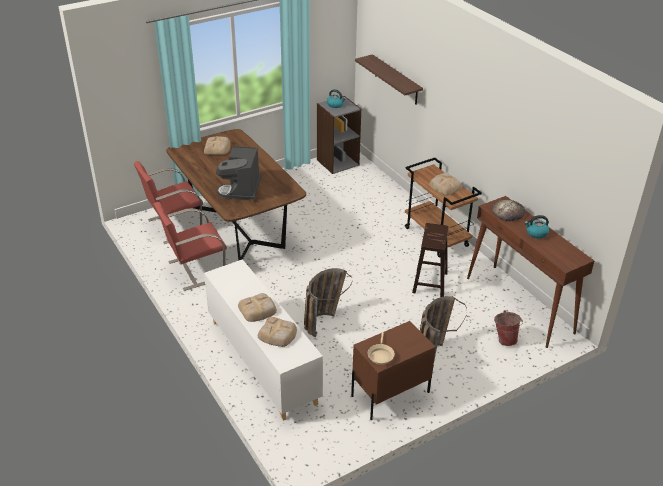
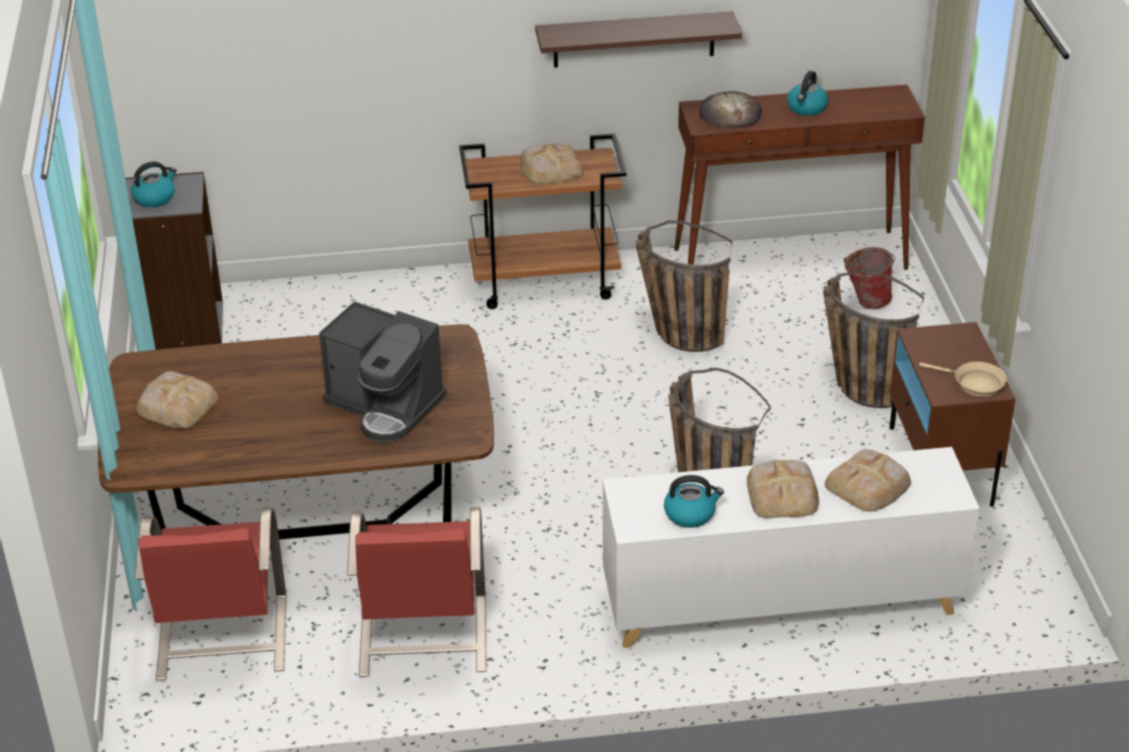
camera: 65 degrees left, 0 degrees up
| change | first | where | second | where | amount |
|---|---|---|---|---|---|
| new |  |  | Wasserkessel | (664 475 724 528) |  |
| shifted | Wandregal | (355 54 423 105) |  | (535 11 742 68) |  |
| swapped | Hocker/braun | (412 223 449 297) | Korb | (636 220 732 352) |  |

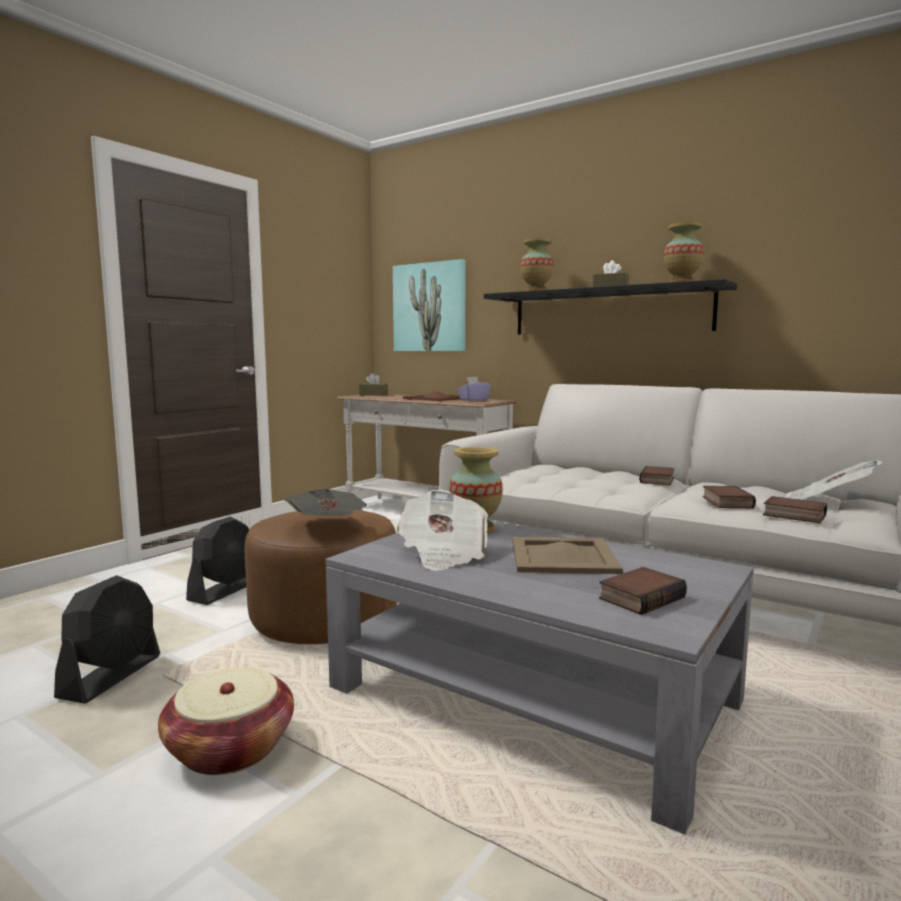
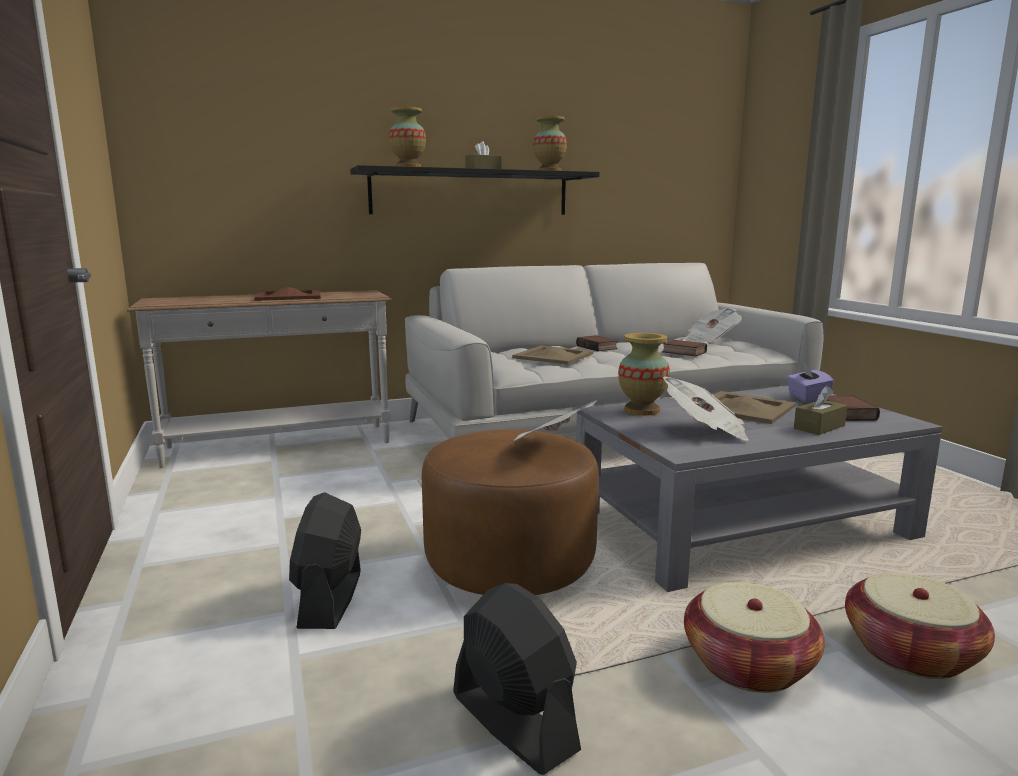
camera: 55 degrees left, 5 degrees up
| change | first | where | second | where | amount |
|---|---|---|---|---|---|
| gone | Bild | (393 259 466 351) |  |  |  |
| gone | Buch | (763 496 827 523) |  |  |  |
| new |  |  | Tablett/beige | (512 346 593 364) |  |
| new |  |  | Korb | (845 573 995 679) |  |
| shifted | Taschentuchbox/braun | (359 373 388 396) |  | (794 386 848 435) |  |
| shifted | Taschentuchbox/lila | (457 377 491 401) |  | (786 363 834 403) |  |
| rotated | Ventilator/schwarz | (186 516 249 605) |  | (289 492 361 629) | 150 degrees counterclockwise |

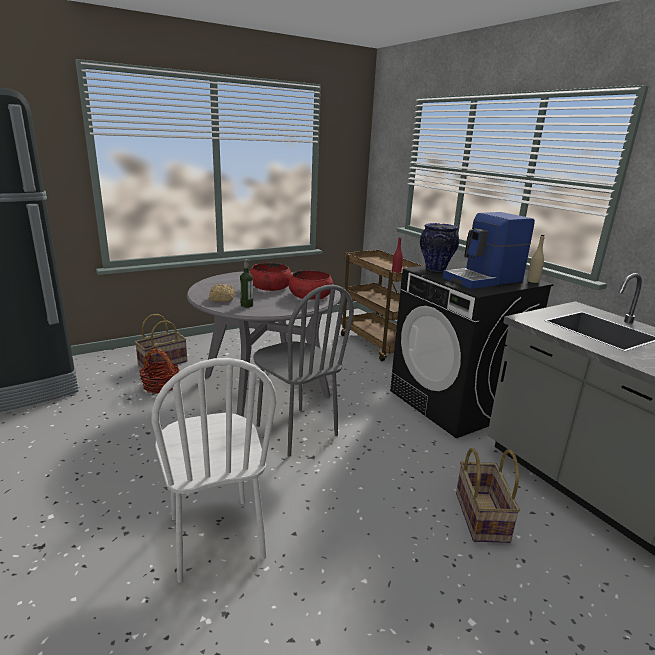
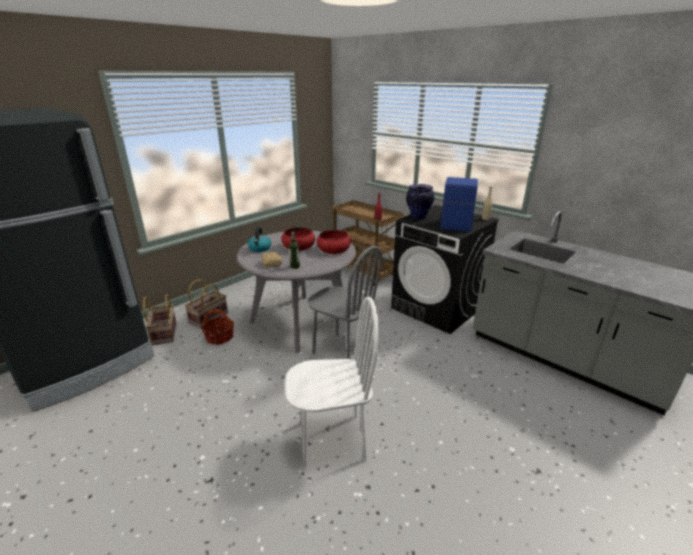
camera: 15 degrees left, 5 degrees up
| change | first | where | second | where | amount |
|---|---|---|---|---|---|
| new |  |  | Wasserkessel | (248 227 271 252) |  |
| shifted | Korb | (456 448 520 543) |  | (143 294 177 345) |  |
| rotated | Stuhl/weiß | (151 358 276 583) |  | (285 297 379 467) | 60 degrees counterclockwise |
| rotated | Kaffeemaschine | (443 212 535 289) |  | (440 177 478 232) | 150 degrees clockwise |

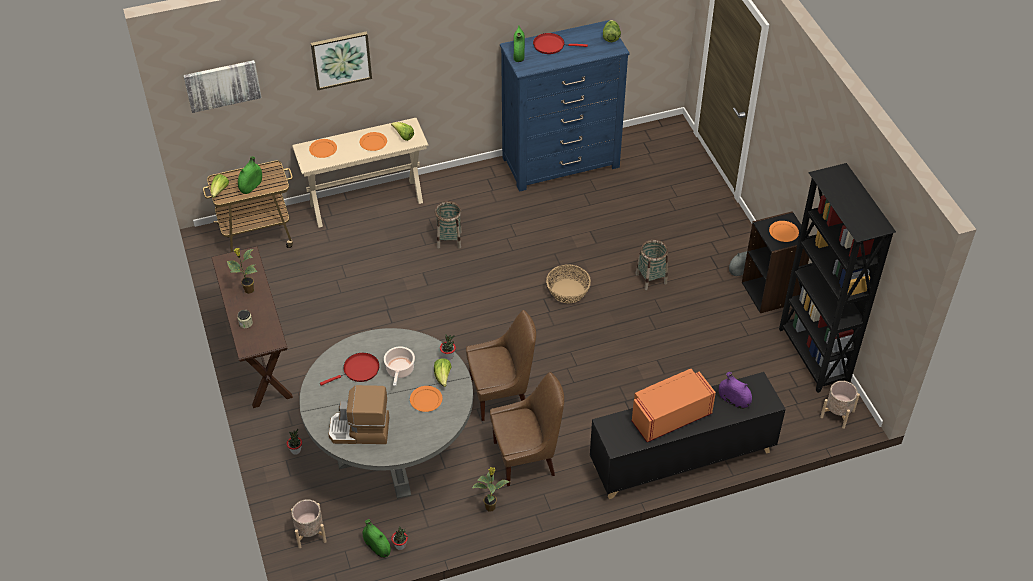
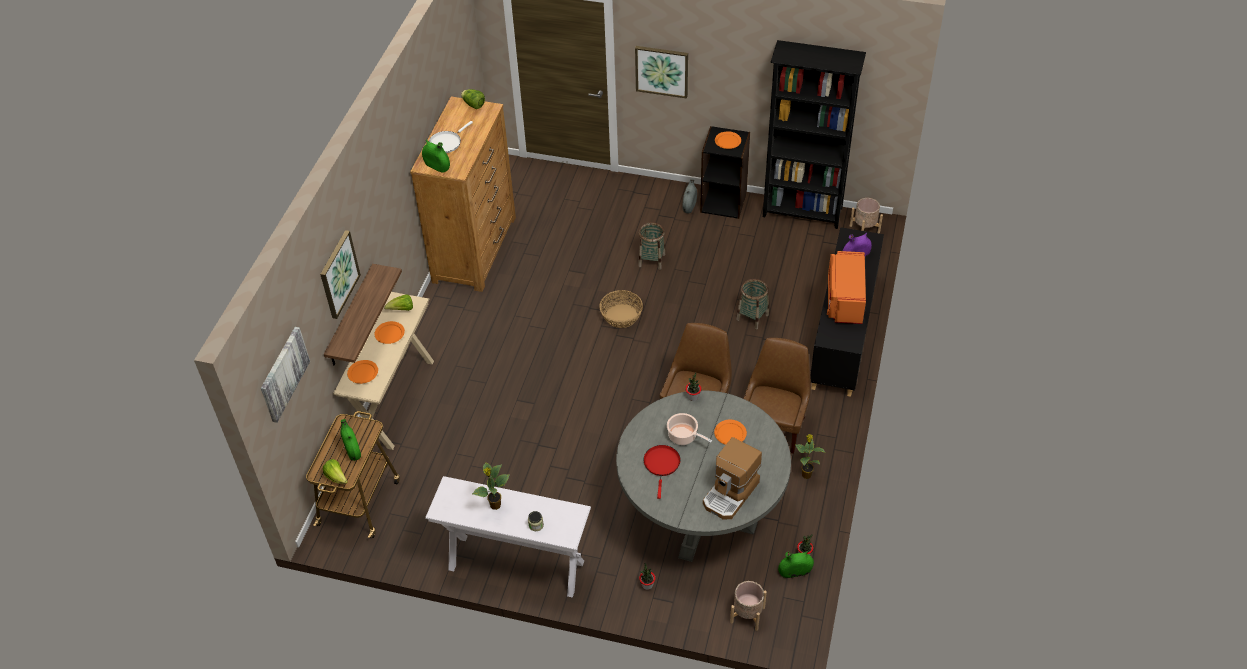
camera: 55 degrees left, 0 degrees up
| change | first | where | second | where | amount |
|---|---|---|---|---|---|
| gone | Salatkopf | (434 358 452 387) |  |  |  |
| new |  |  | Wandregal | (324 264 402 365) |  |
| new |  |  | Bild | (635 46 688 99) |  |
| shifted | Korb | (435 201 462 249) |  | (737 279 769 329) |  |
| repainted | Konsolentisch/braun | (211 246 293 408) | Konsolentisch/weiß | (425 476 591 598) |  |
| repainted | Kommode/blau | (500 20 630 192) | Kommode/braun | (410 97 516 292) |  |
| repainted | Pfanne/rot | (533 33 588 54) | Pfanne/weiß | (429 121 473 153) |  |

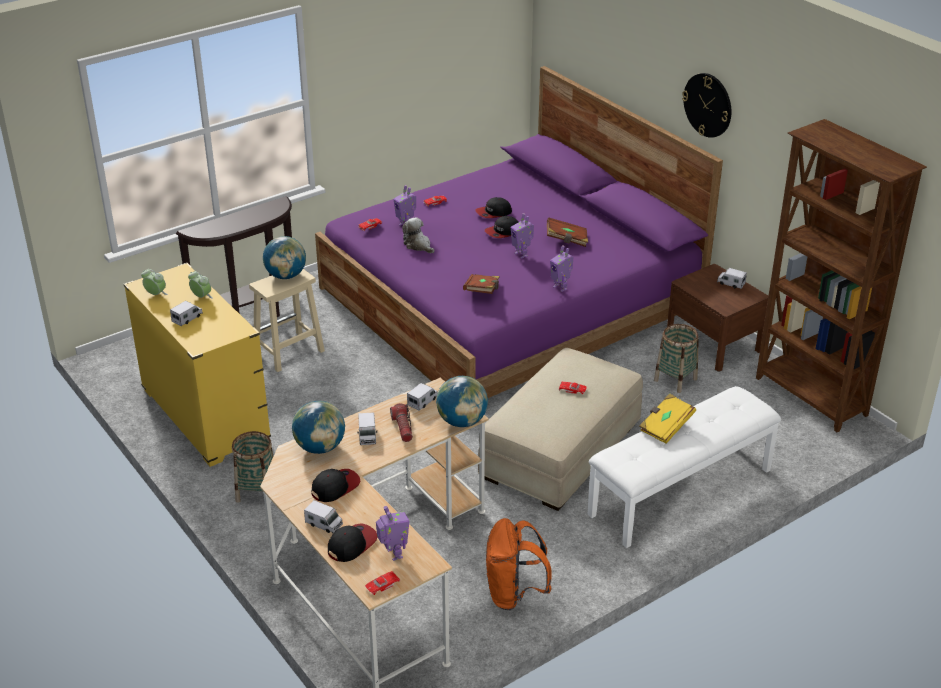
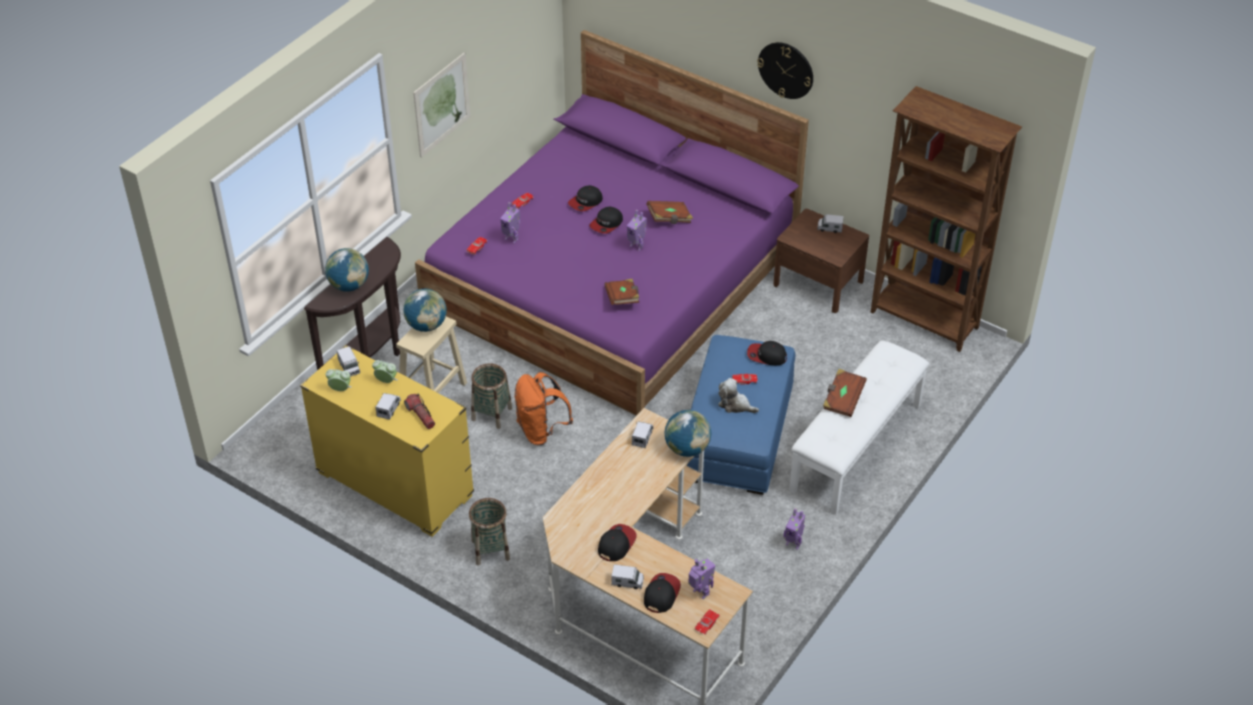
camera: 20 degrees left, 10 degrees up
| change | first | where | second | where | amount |
|---|---|---|---|---|---|
| new |  |  | Bild | (413 53 470 157) |  |
| new |  |  | Kappe | (747 341 787 365) |  |
| shifted | Globus | (292 401 345 454) |  | (325 248 369 292) |  |
| shifted | Spielzeuglaster | (357 412 377 445) |  | (337 346 360 377) |  |
| shifted | Taschenlampe | (390 403 413 442) |  | (404 394 435 429) |  |
| shifted | Plüschtier | (402 218 435 253) |  | (718 378 759 413) |  |
| shifted | Rucksack/orange | (486 518 552 610) |  | (514 372 573 445) |  |
| shifted | Spielzeugroboter | (550 245 573 292) |  | (784 508 805 550) |  |
| shifted | Korb | (654 324 699 393) |  | (471 363 512 429) |  |
| repainted | Polsterhocker/beige | (478 348 643 511) | Polsterhocker/blau | (686 335 795 495) |  |
| repainted | Buch/gelb | (639 393 696 444) | Buch/braun | (823 369 867 417) |  |

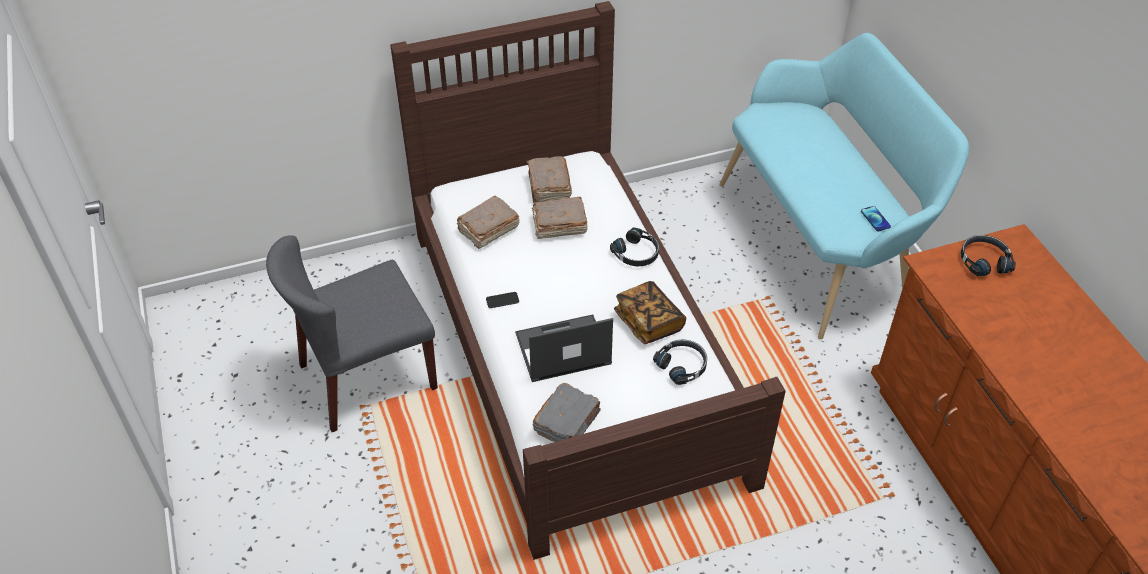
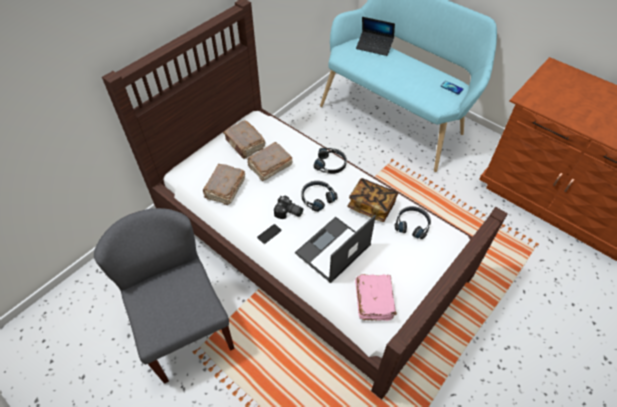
camera: 30 degrees left, 5 degrees up
| change | first | where | second | where | amount |
|---|---|---|---|---|---|
| new |  |  | Kamera | (274 196 303 219) |  |
| new |  |  | Laptop | (356 17 395 56) |  |
| shifted | Kopfhörer/schwarz | (961 235 1016 276) |  | (301 181 338 212) |  |
| repainted | Buch/grau | (533 383 601 442) | Buch/rosa | (355 274 397 321) |  |
| rotated | Stuhl/grau | (266 235 438 432) |  | (94 208 235 384) | 120 degrees clockwise |

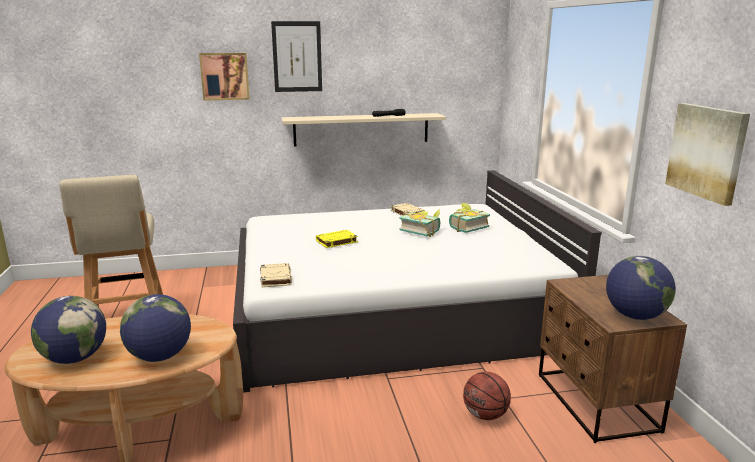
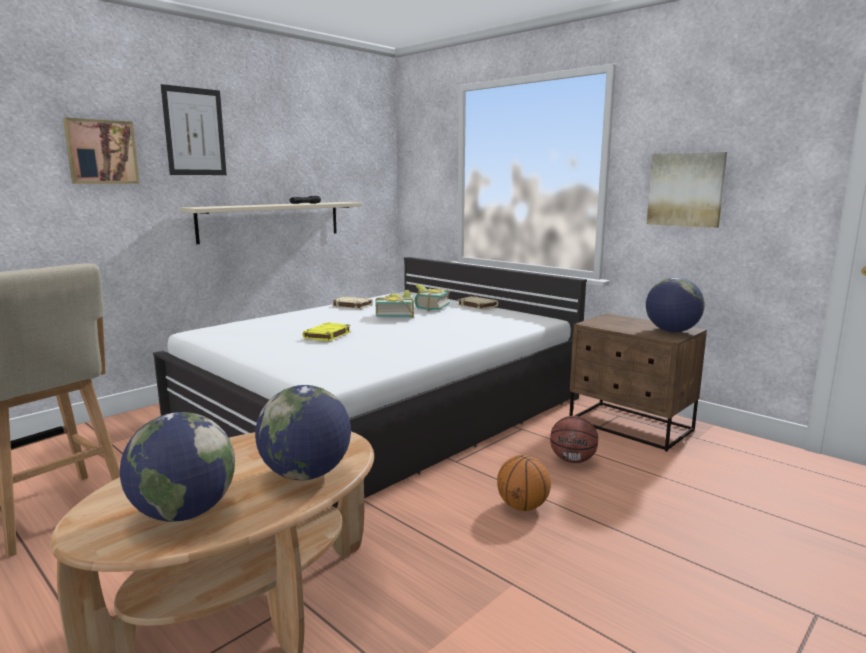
camera: 35 degrees left, 5 degrees down
| change | first | where | second | where | amount |
|---|---|---|---|---|---|
| new |  |  | Basketball | (497 455 551 511) |  |
| shifted | Buch/beige | (260 263 292 287) |  | (458 296 498 310) |  |

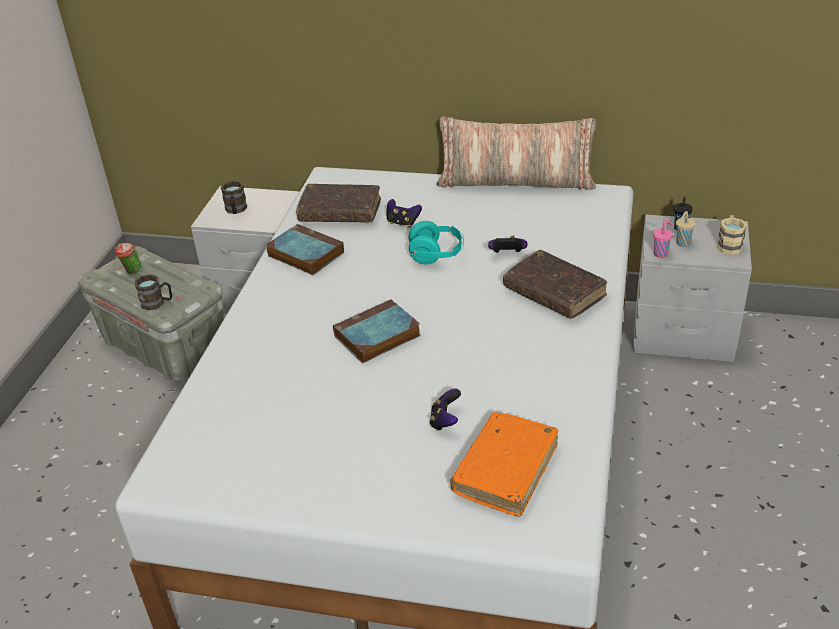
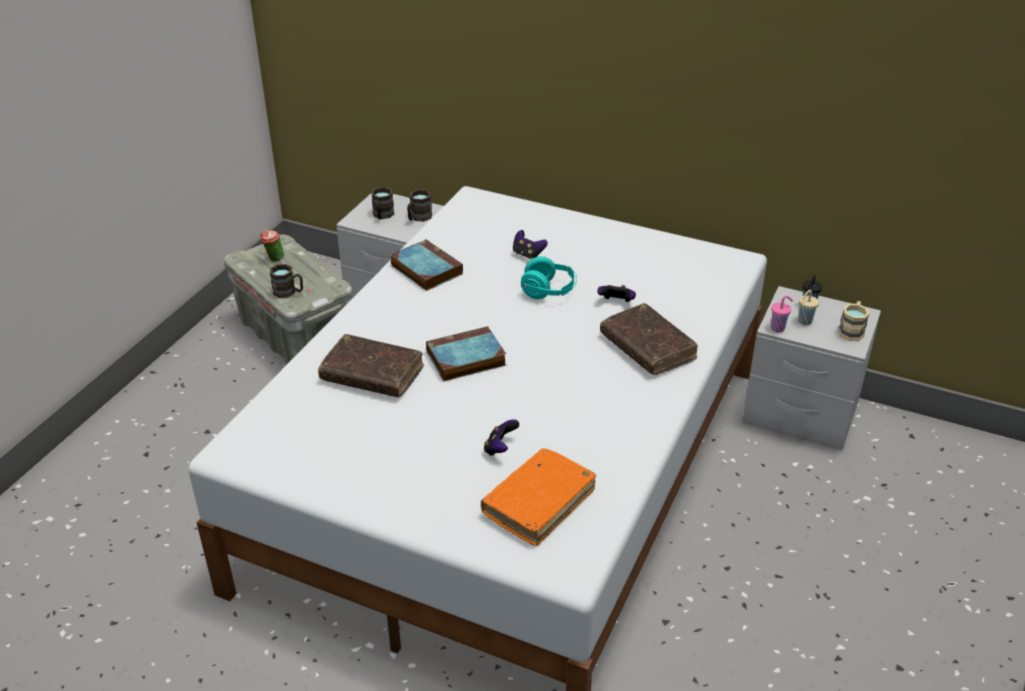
camera: 10 degrees right, 0 degrees up
| change | first | where | second | where | amount |
|---|---|---|---|---|---|
| gone | Kissen | (436 116 596 190) |  |  |  |
| new |  |  | Henkelbecher/braun | (407 189 432 222) |  |
| shifted | Buch/braun | (296 184 381 222) |  | (318 334 424 398) |  |

